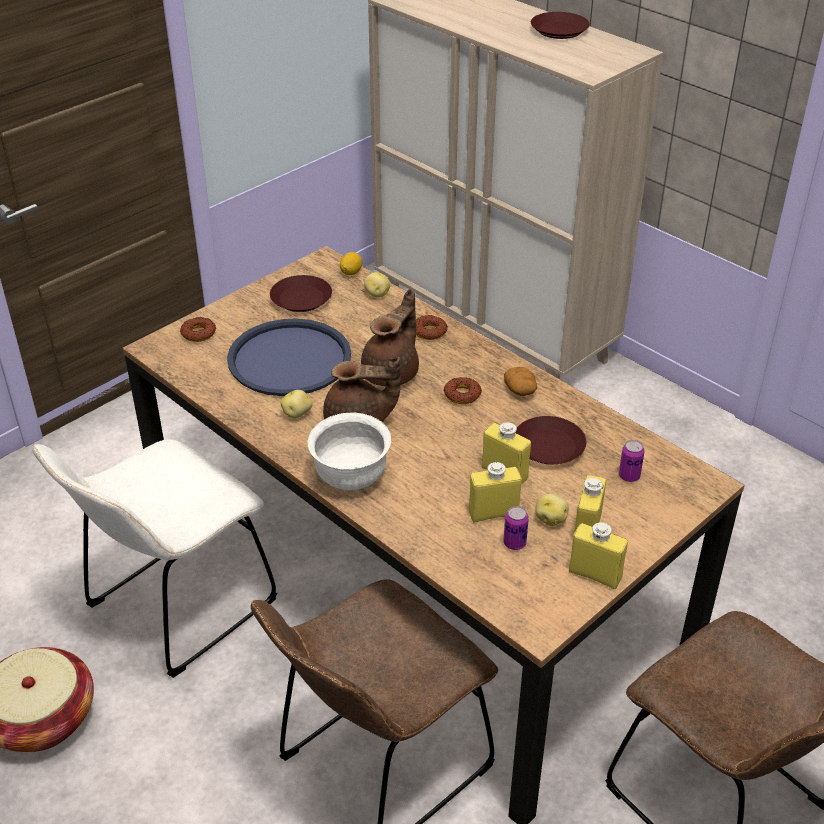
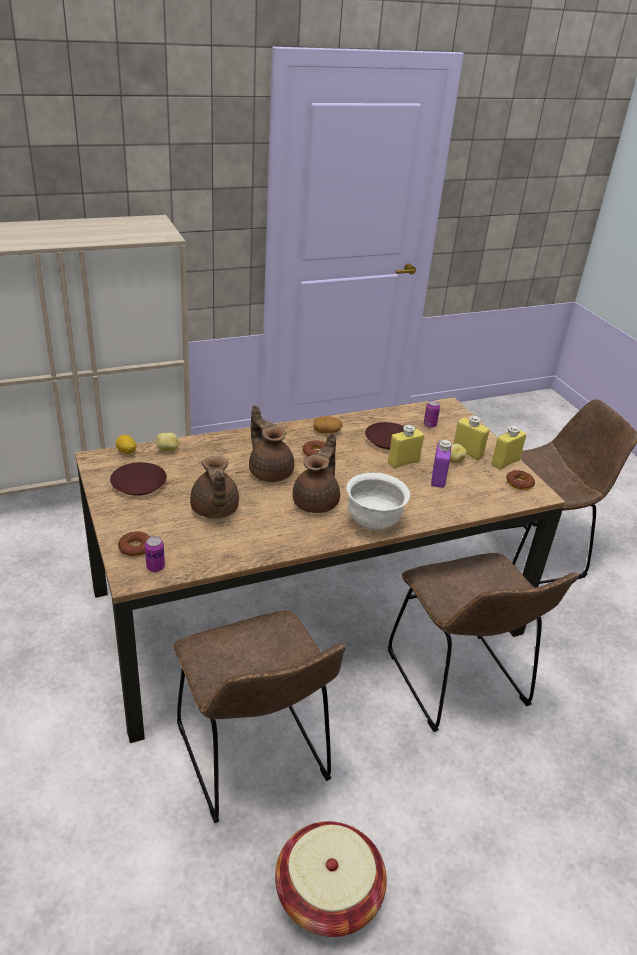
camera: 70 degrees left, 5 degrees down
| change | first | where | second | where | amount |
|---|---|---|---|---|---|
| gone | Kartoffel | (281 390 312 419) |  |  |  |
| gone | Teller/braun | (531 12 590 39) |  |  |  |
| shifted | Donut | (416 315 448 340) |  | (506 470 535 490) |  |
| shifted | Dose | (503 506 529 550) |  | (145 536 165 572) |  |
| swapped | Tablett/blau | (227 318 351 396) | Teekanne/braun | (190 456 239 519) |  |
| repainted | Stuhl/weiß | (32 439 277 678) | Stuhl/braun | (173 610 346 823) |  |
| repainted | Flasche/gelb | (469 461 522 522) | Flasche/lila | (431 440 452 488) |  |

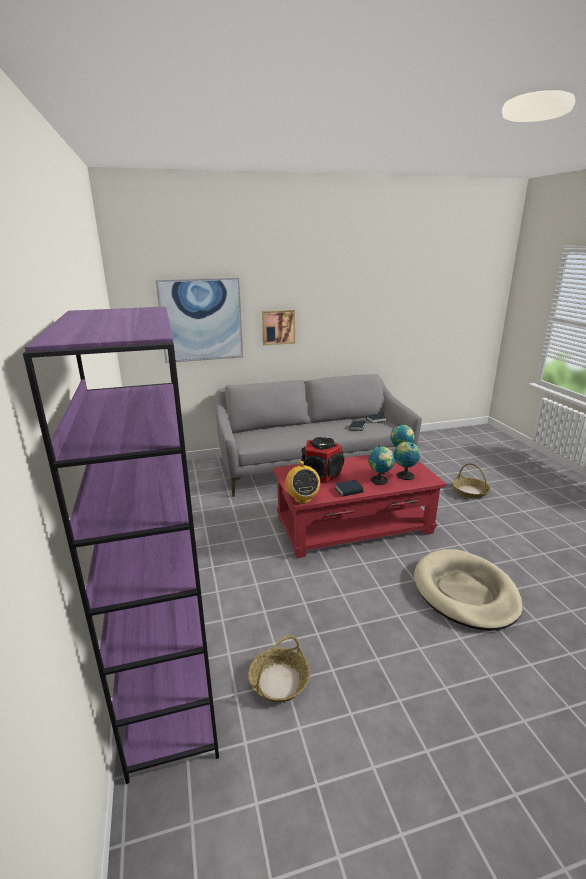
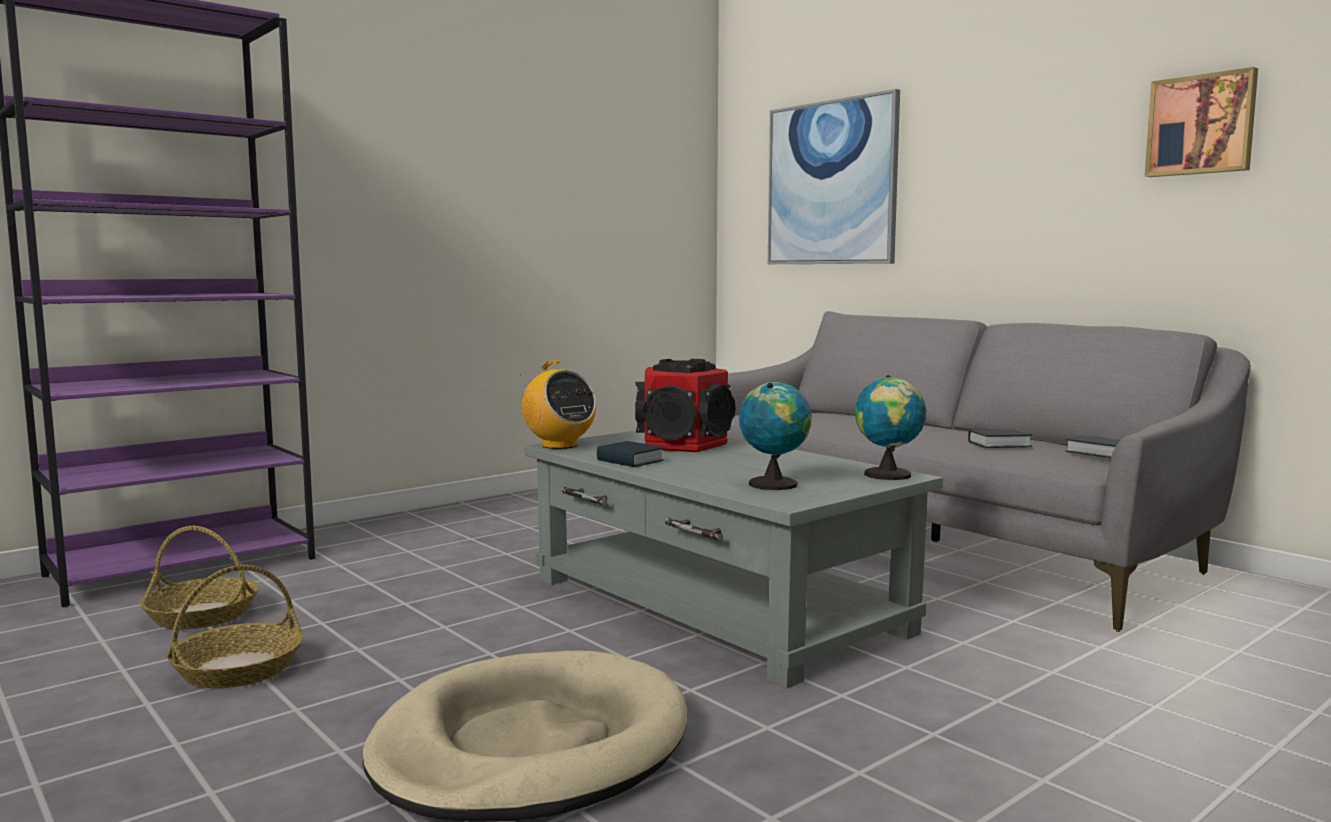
camera: 65 degrees right, 15 degrees down
| change | first | where | second | where | amount |
|---|---|---|---|---|---|
| gone | Globus | (368 445 395 485) |  |  |  |
| shifted | Bild | (262 310 295 345) |  | (1145 67 1258 177) |  |
| shifted | Korb | (453 463 491 499) |  | (167 565 303 688) |  |
| repainted | Couchtisch/rot | (273 452 446 558) | Couchtisch/grau | (524 431 943 688) |  |
| rotated | Radio | (285 461 320 504) |  | (520 360 596 449) | 90 degrees counterclockwise |

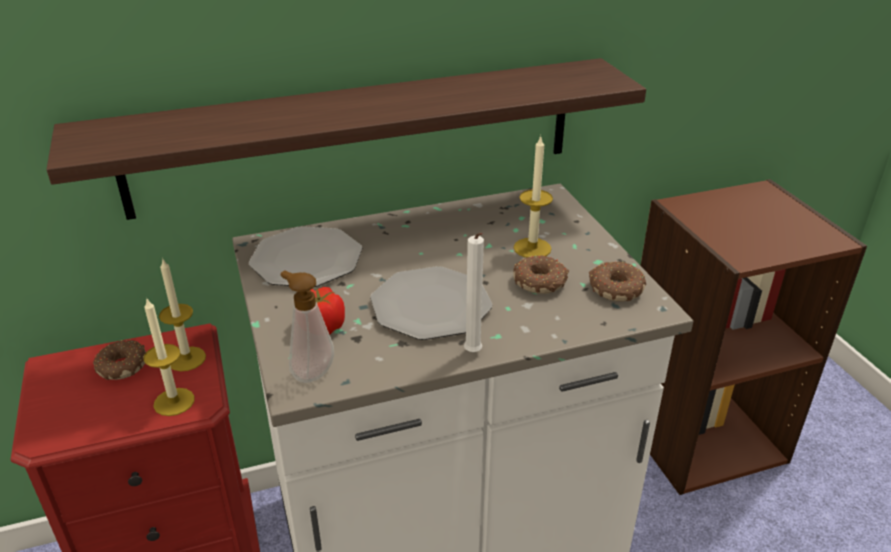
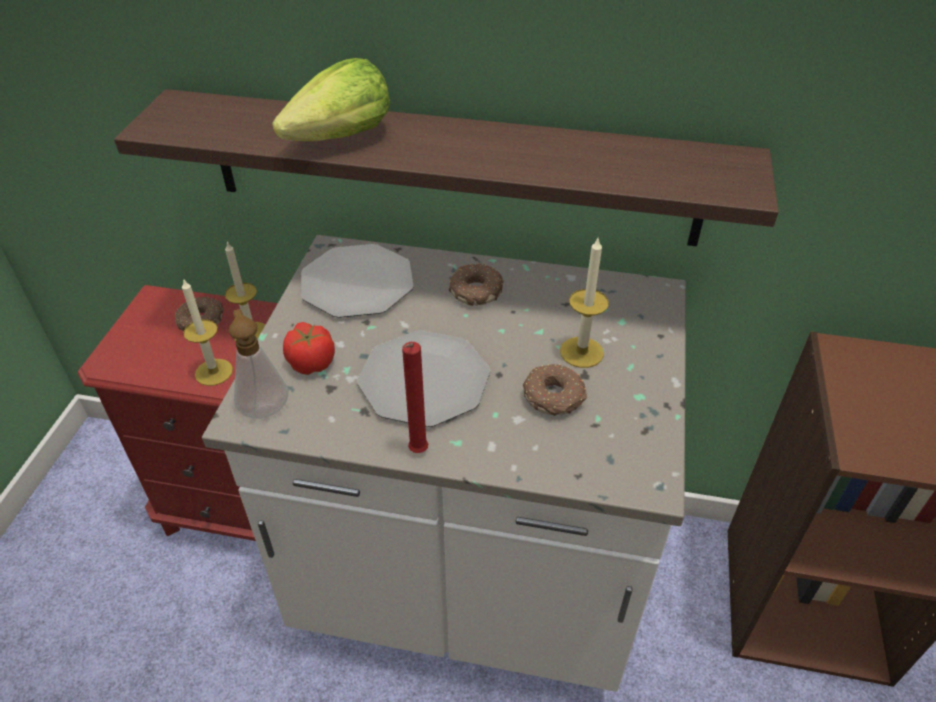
camera: 30 degrees right, 10 degrees up
| change | first | where | second | where | amount |
|---|---|---|---|---|---|
| new |  |  | Salatkopf | (272 58 390 141) |  |
| shifted | Donut | (589 261 646 302) |  | (449 263 504 306) |  |
| repainted | Kerze/weiß | (464 233 484 352) | Kerze/rot | (402 342 428 453) |  |

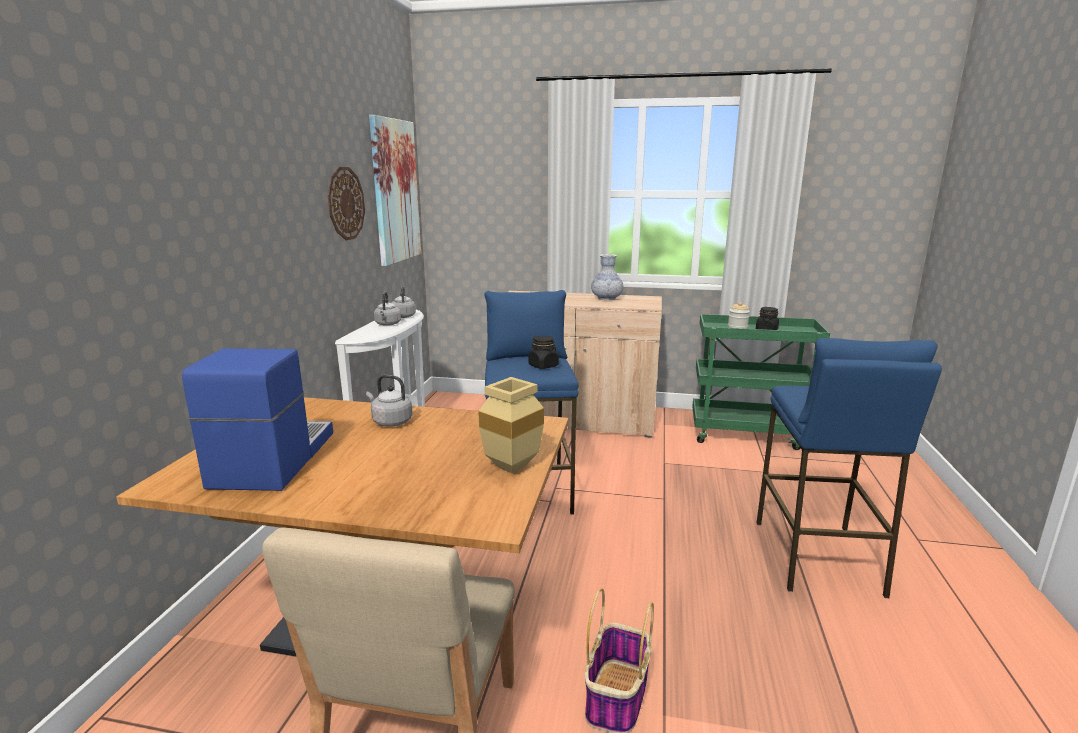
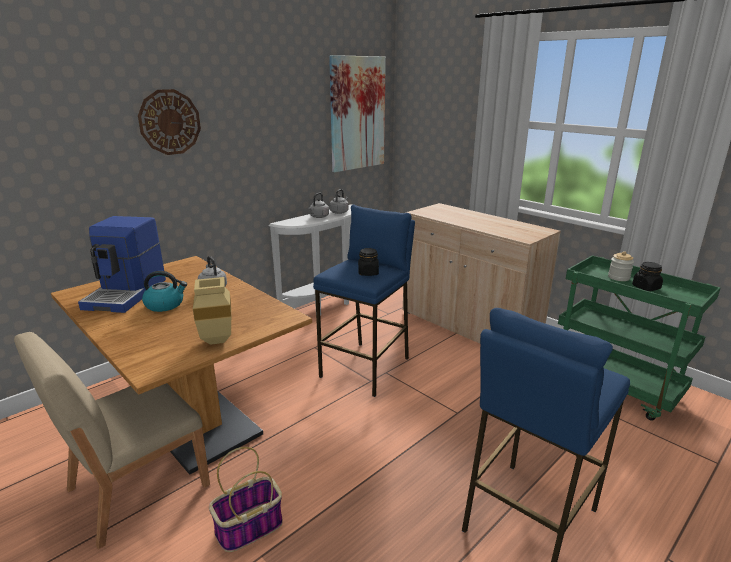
camera: 35 degrees right, 5 degrees up
| change | first | where | second | where | amount |
|---|---|---|---|---|---|
| gone | Vase | (591 254 624 300) |  |  |  |
| new |  |  | Wasserkessel | (142 271 187 312) |  |
| shifted | Wanduhr | (328 167 365 240) |  | (138 89 201 155) |  |
| rotated | Kaffeemaschine | (182 348 333 491) |  | (78 216 166 313) | 150 degrees clockwise |

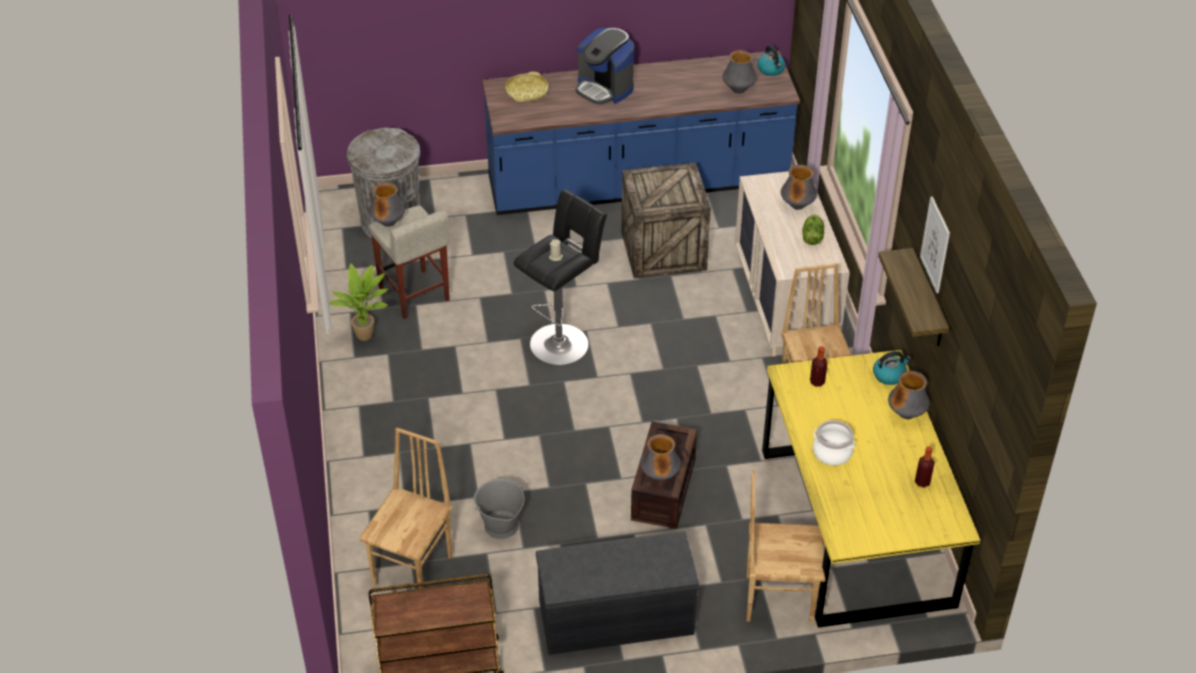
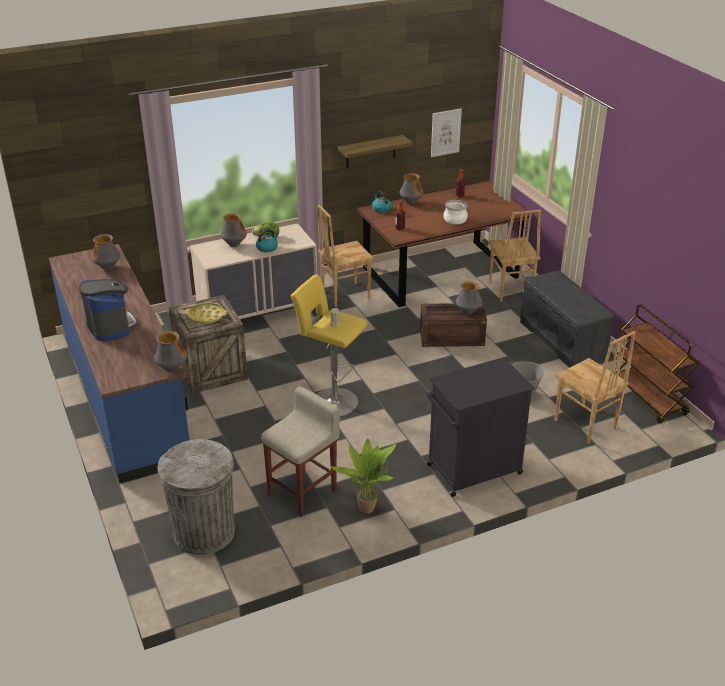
camera: 105 degrees left, 10 degrees down
| change | first | where | second | where | amount |
|---|---|---|---|---|---|
| new |  |  | Schrank/schwarz | (427 358 535 497) |  |
| shifted | Vase | (369 182 405 227) |  | (154 331 187 373) |  |
| shifted | Tablett/gelb | (506 71 548 102) |  | (185 302 227 324) |  |
| shifted | Wasserkessel | (757 45 785 76) |  | (256 229 279 252) |  |
| shifted | Bild | (920 197 950 293) |  | (431 109 462 157) |  |
| repainted | Hocker/schwarz | (514 189 607 365) | Hocker/gelb | (290 274 367 416) |  |
| repainted | Esstisch/gelb | (762 350 980 628) | Esstisch/braun | (357 181 533 307) |  |
| rotated | Stuhl/braun | (359 427 453 589) |  | (554 331 636 444) | 135 degrees counterclockwise |
| rotated | Kaffeemaschine | (576 28 634 105) |  | (79 279 138 341) | 60 degrees counterclockwise |

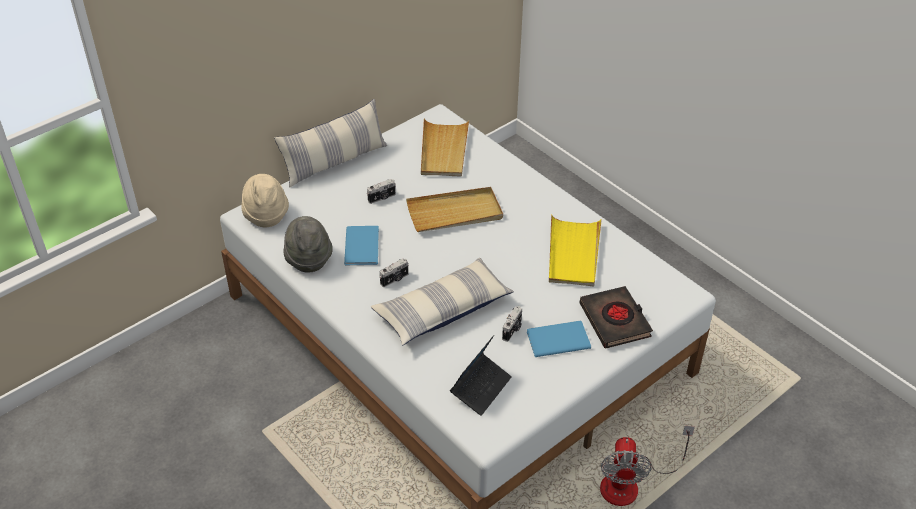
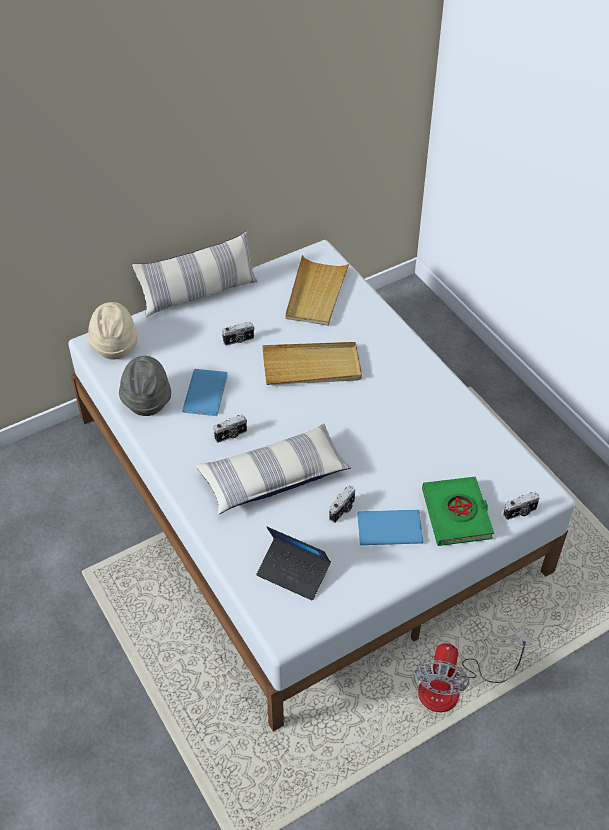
camera: 10 degrees right, 5 degrees up
| change | first | where | second | where | amount |
|---|---|---|---|---|---|
| gone | Tablett/gelb | (549 214 602 286) |  |  |  |
| new |  |  | Kamera | (503 492 540 520) |  |
| repainted | Buch/schwarz | (580 286 653 349) | Buch/grün | (422 477 494 546) |  |
| rotated | Laptop | (450 335 512 416) |  | (256 527 331 600) | 75 degrees clockwise |

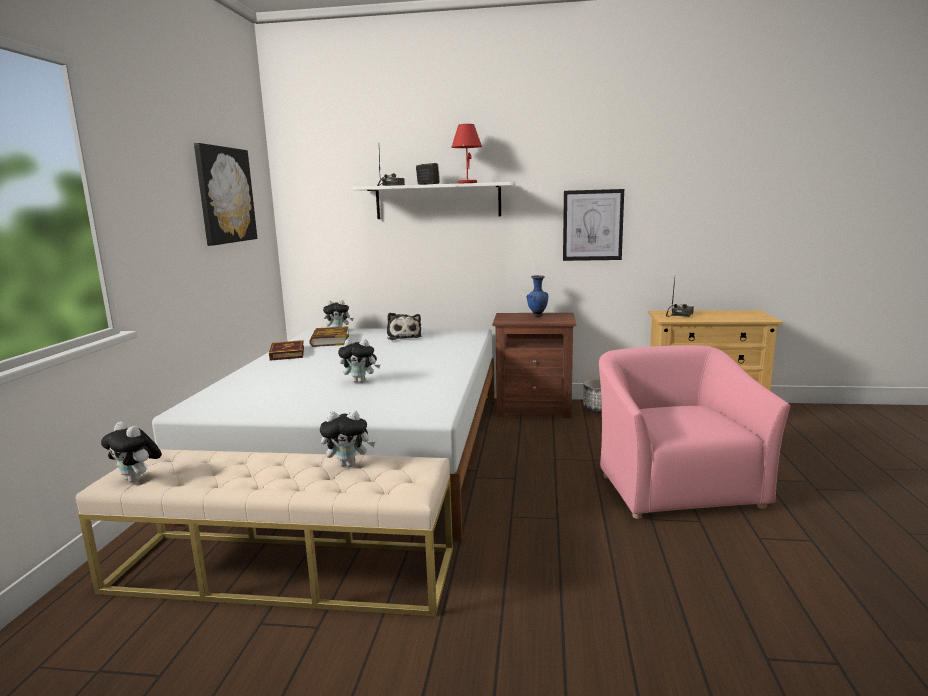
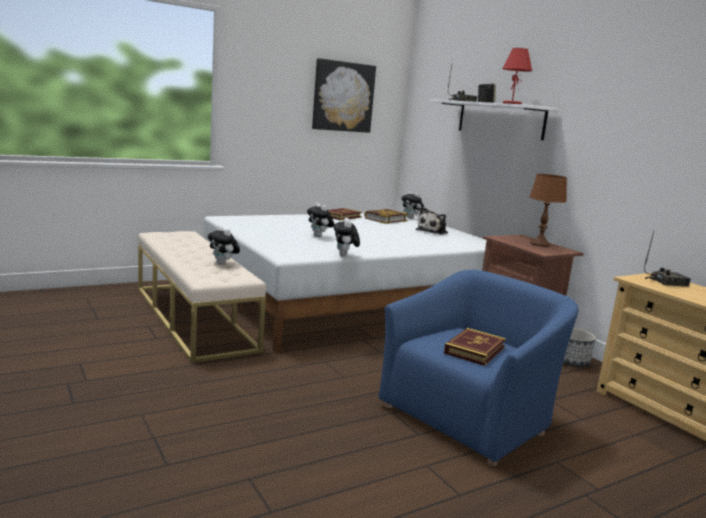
camera: 50 degrees right, 0 degrees up
| change | first | where | second | where | amount |
|---|---|---|---|---|---|
| gone | Bild | (563 189 624 261) |  |  |  |
| new |  |  | Buch | (444 328 506 366) |  |
| shifted | Plüschtier | (101 422 162 483) |  | (334 218 360 256) |  |
| swapped | Vase/blau | (527 275 548 317) | Tischlampe/braun | (529 174 567 247) |  |
| repainted | Sessel/rosa | (599 345 790 519) | Sessel/blau | (379 269 579 466) |  |

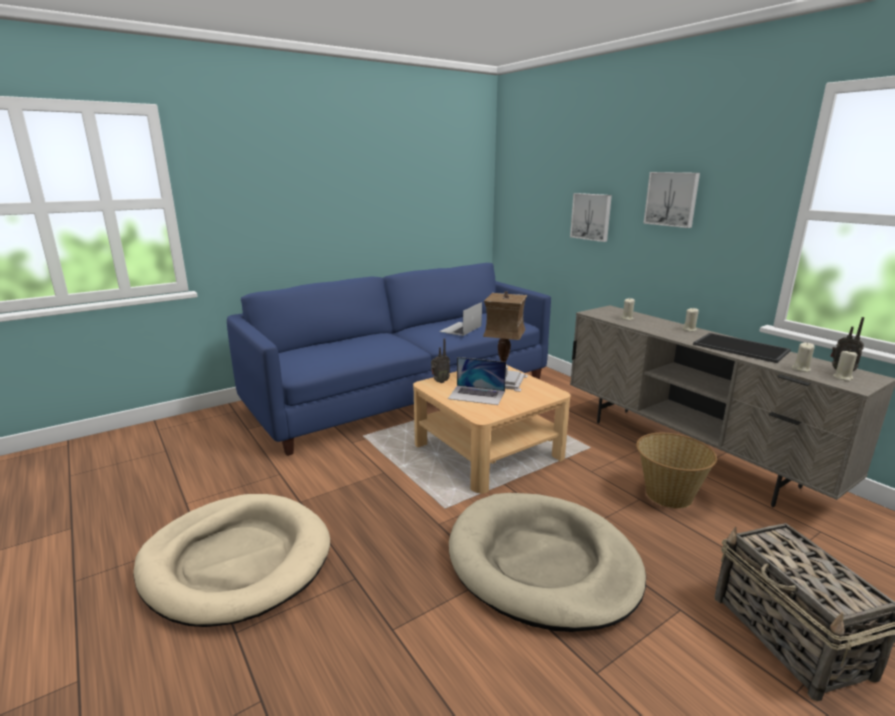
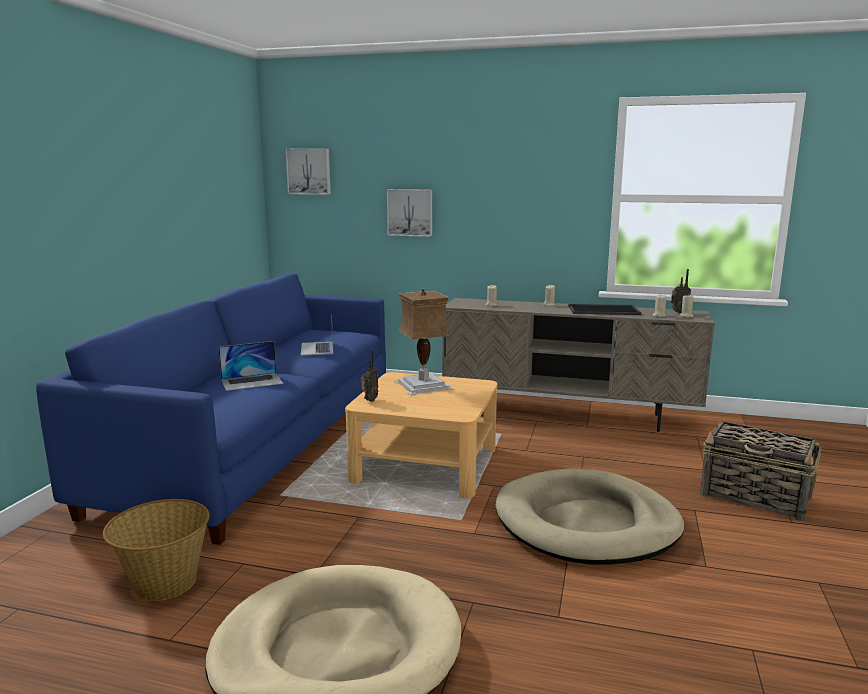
camera: 40 degrees left, 5 degrees down
| change | first | where | second | where | amount |
|---|---|---|---|---|---|
| shifted | Laptop | (448 357 506 405) |  | (219 341 283 391) |  |
| shifted | Korb | (636 433 717 509) |  | (103 499 210 601) |  |
| shifted | Bild | (643 172 700 228) |  | (286 148 331 195) |  |

